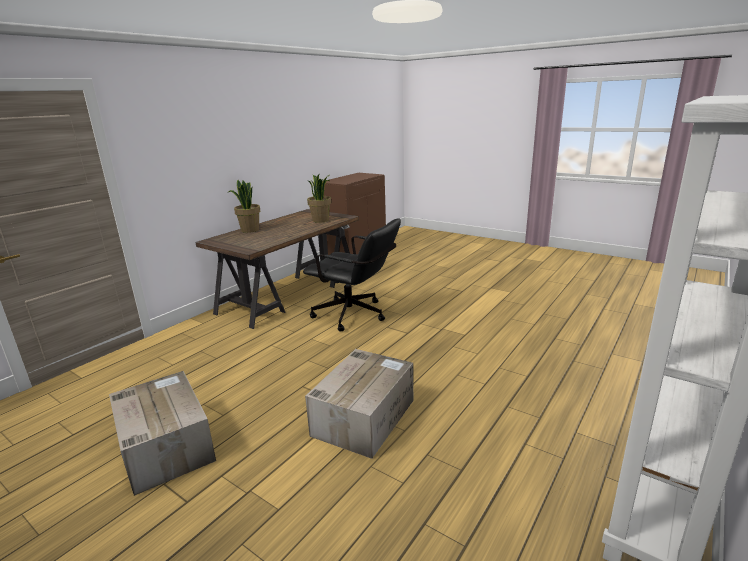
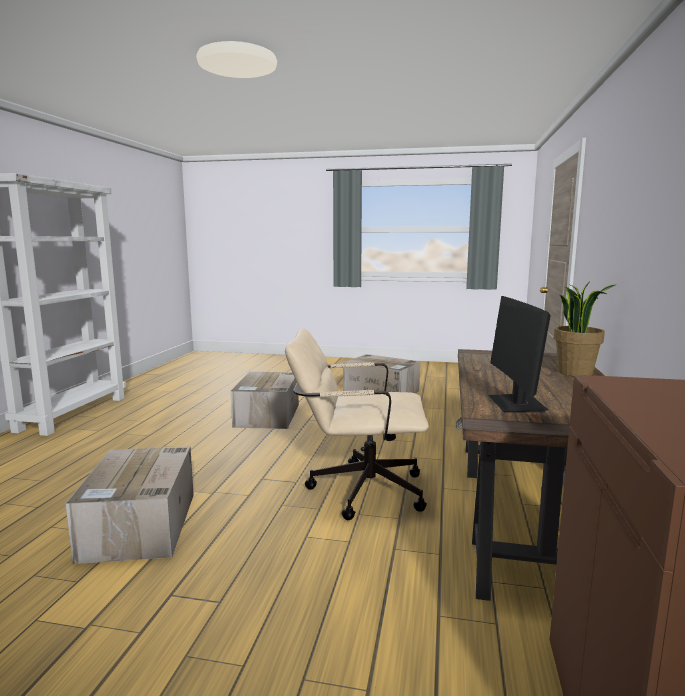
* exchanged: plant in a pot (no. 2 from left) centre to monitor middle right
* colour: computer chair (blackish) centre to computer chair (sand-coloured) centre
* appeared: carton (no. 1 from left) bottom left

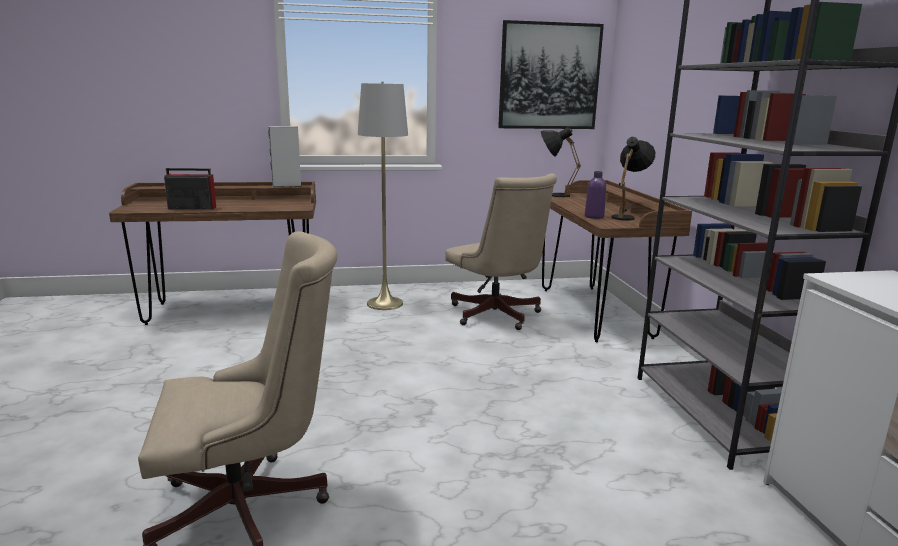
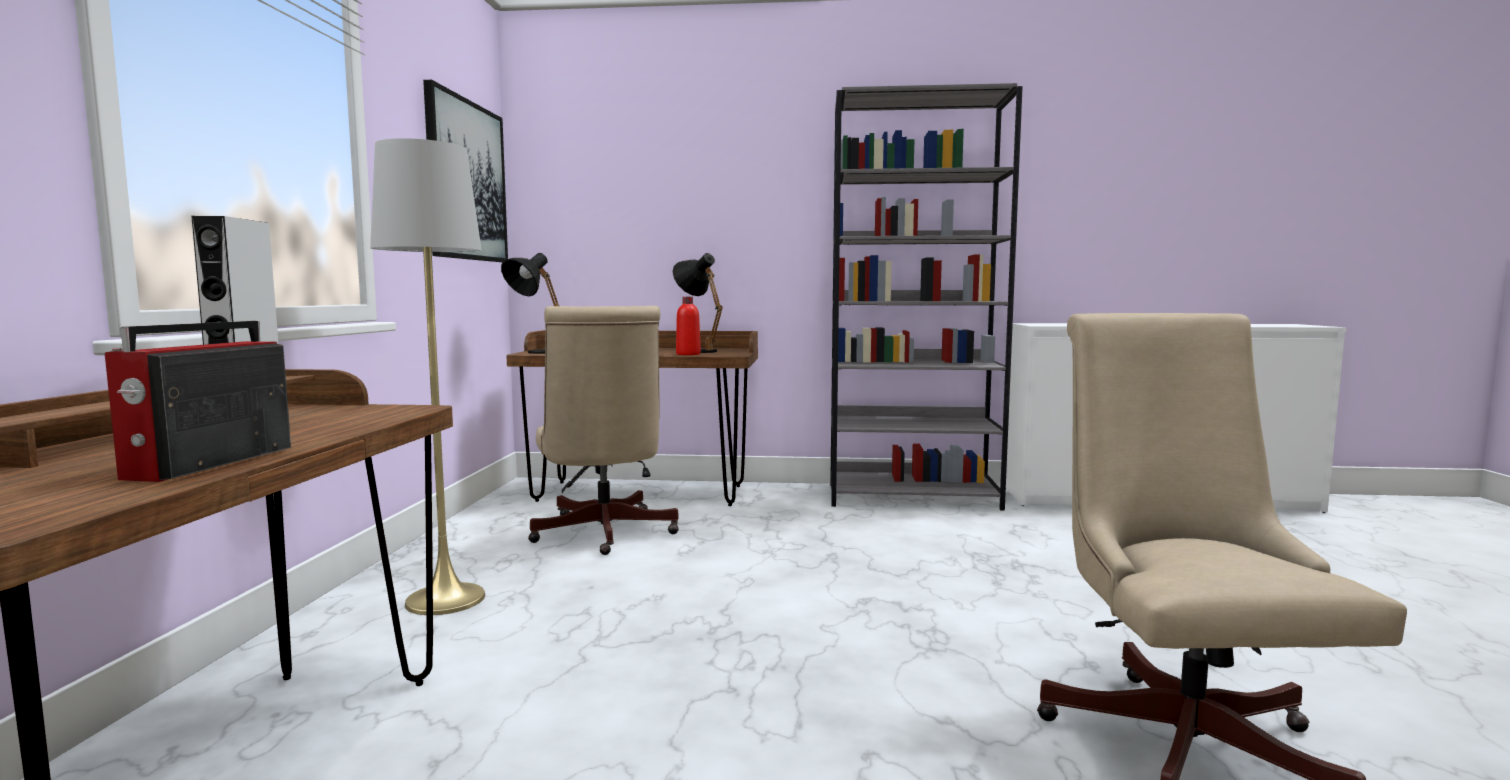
* colour: beverage bottle (purple) centre to beverage bottle (red-coloured) centre
* spun: computer chair (sand-coloured) (no. 2 from left in the first image) centre = centre 90 degrees clockwise

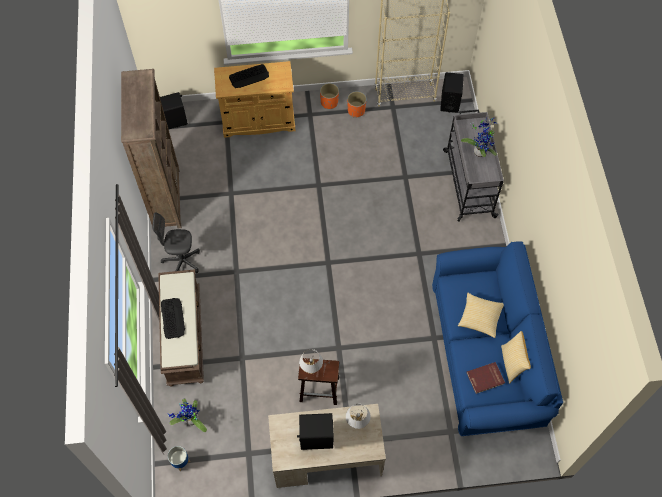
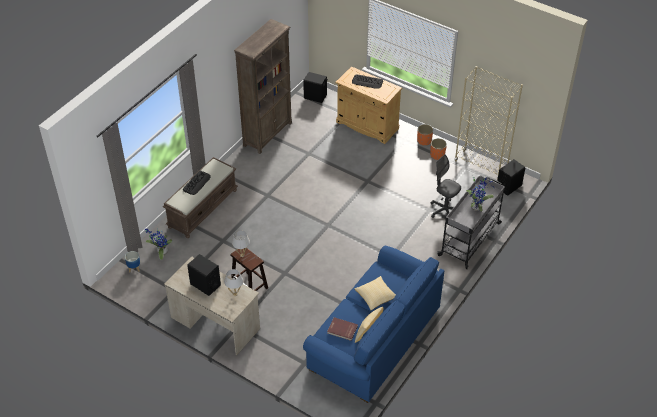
* relocated: computer chair (grey) middle left to middle right

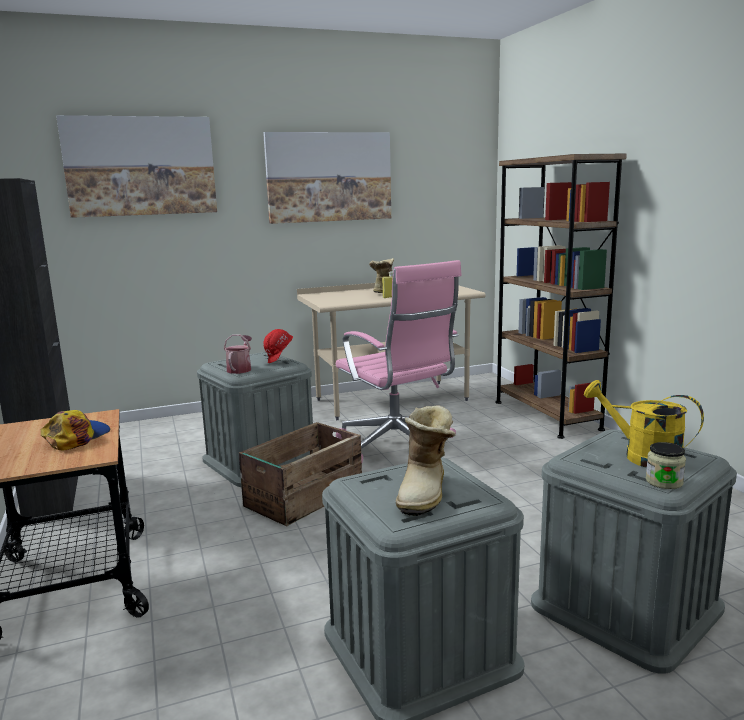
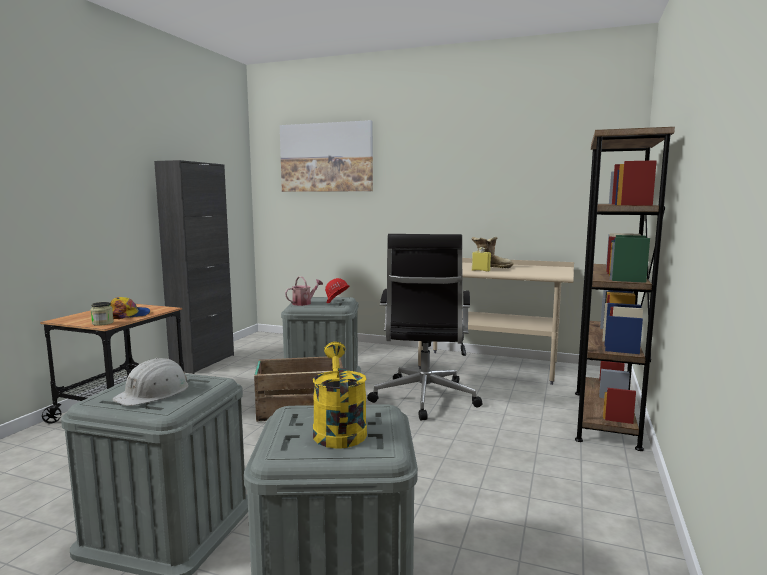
* missing: wall picture (no. 2 from left) top centre
* colour: computer chair (pink-coloured) centre to computer chair (blackish) centre
* exchanged: boot (no. 2 from left) centre to work helmet (whitish) middle left
* relocated: preserve jar middle right to middle left

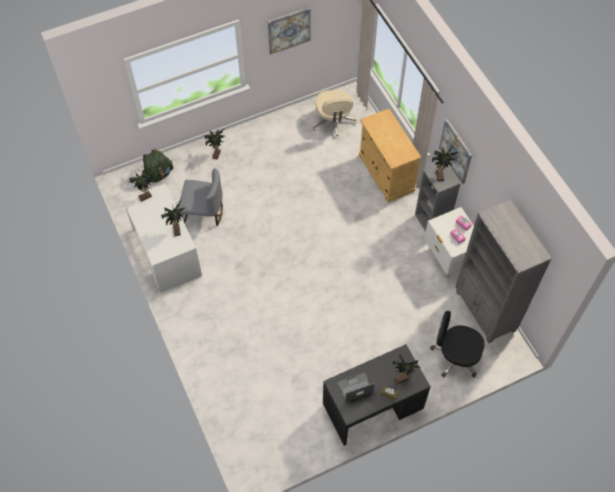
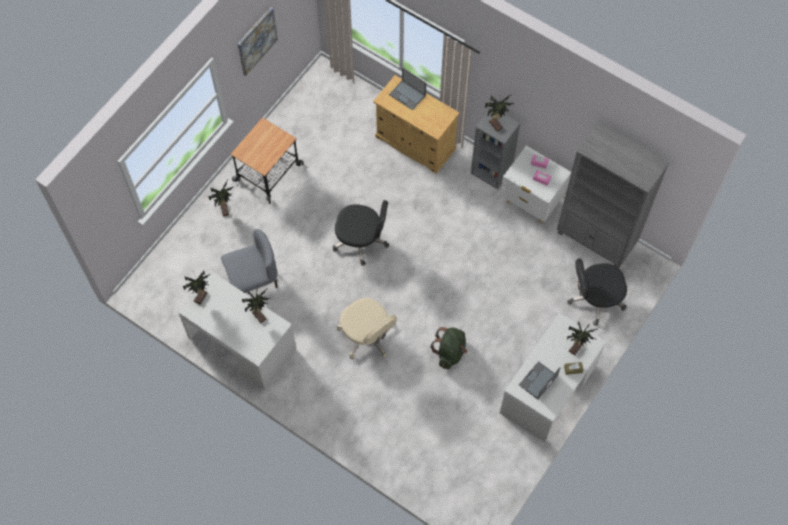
* relocated: computer chair (sand-coloured) top centre to centre
* missing: wall picture (no. 2 from left) top right
* relocated: knapsack (green-coloured) middle left to centre
* colour: desk table (blackish) bottom centre to desk table (whitish) (no. 2 from left) bottom right
* appeared: portable computer (no. 1 from left) top centre
* appeared: wheeled cart top centre
* appeared: computer chair (blackish) (no. 1 from left) centre

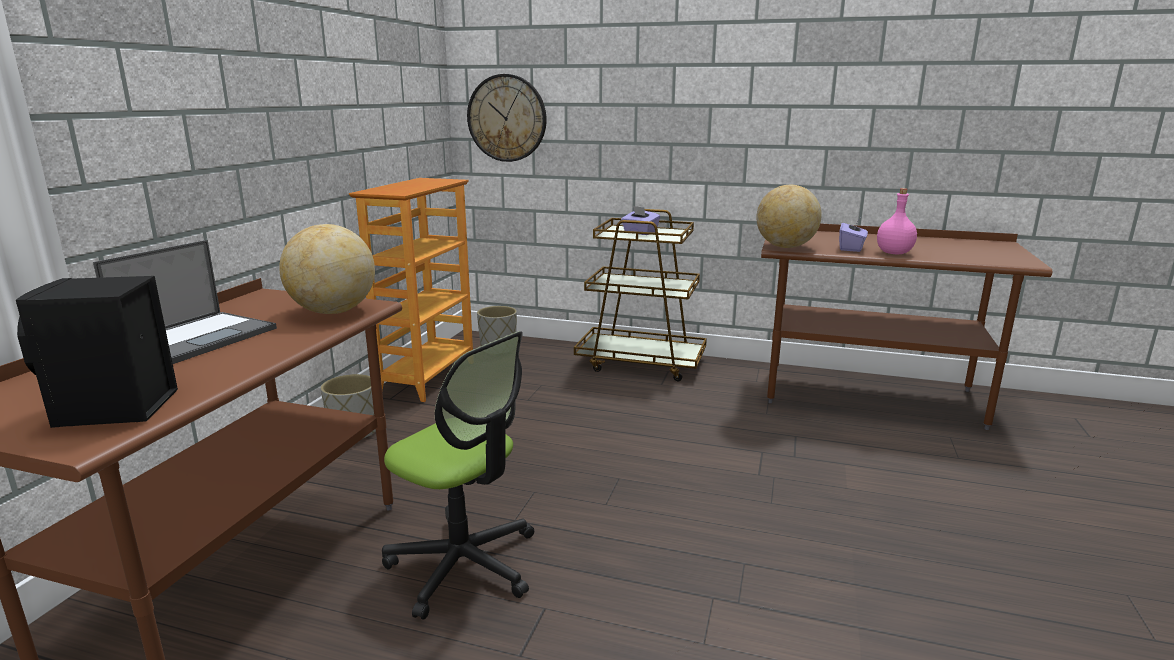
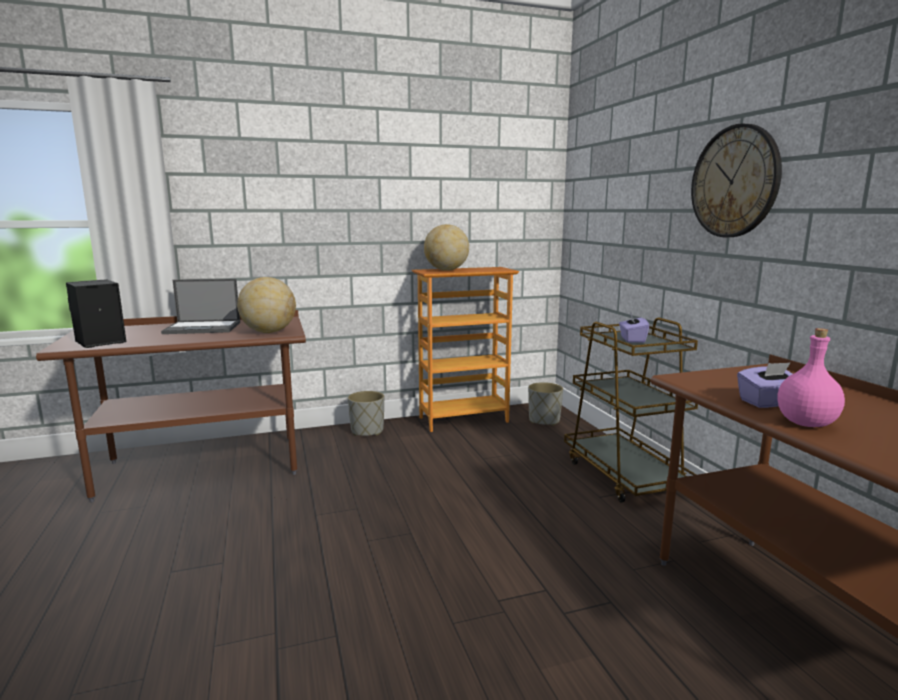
* relocated: clock on the wall top centre to top right
* relocated: world globe (no. 2 from left) top right to centre
* missing: computer chair bottom centre

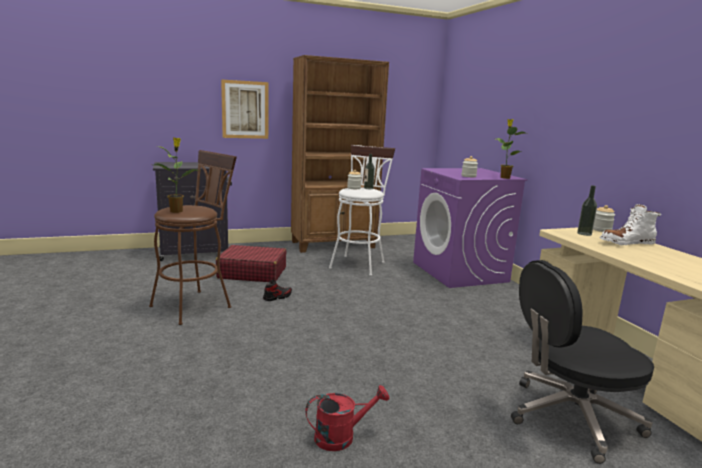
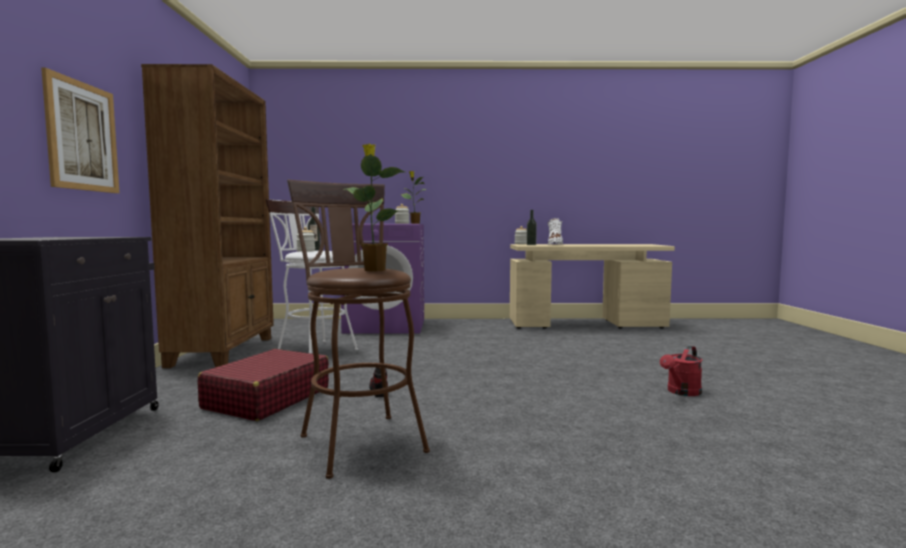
* missing: computer chair (blackish) bottom right
* spun: sprinkling can (red-coloured) bottom centre = bottom right 135 degrees counterclockwise

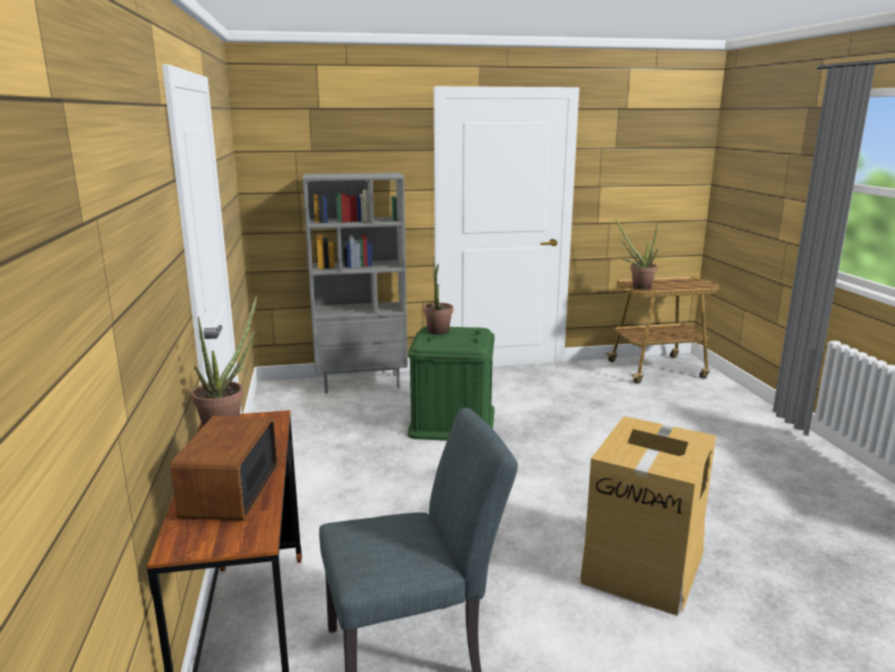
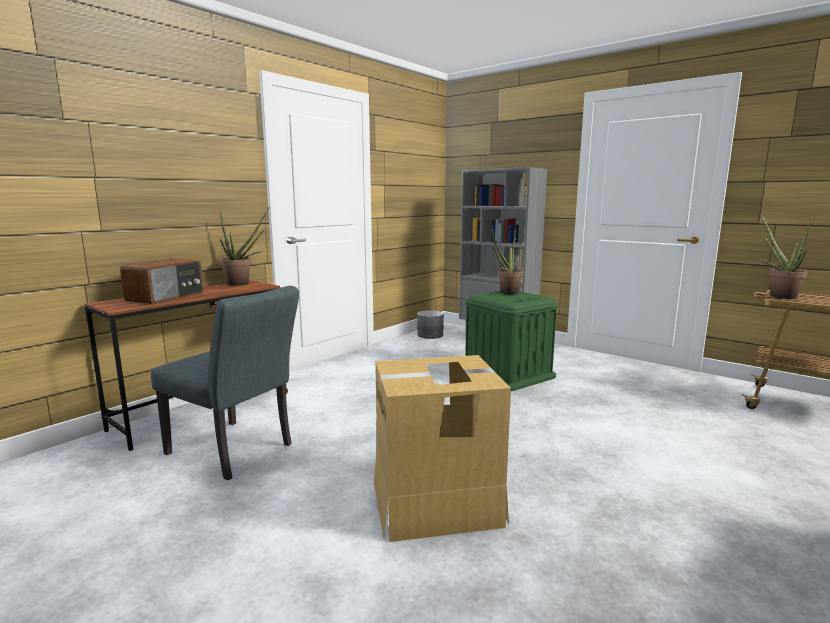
* spun: radio bottom left = middle left 150 degrees clockwise
* appeared: planter (grey) centre

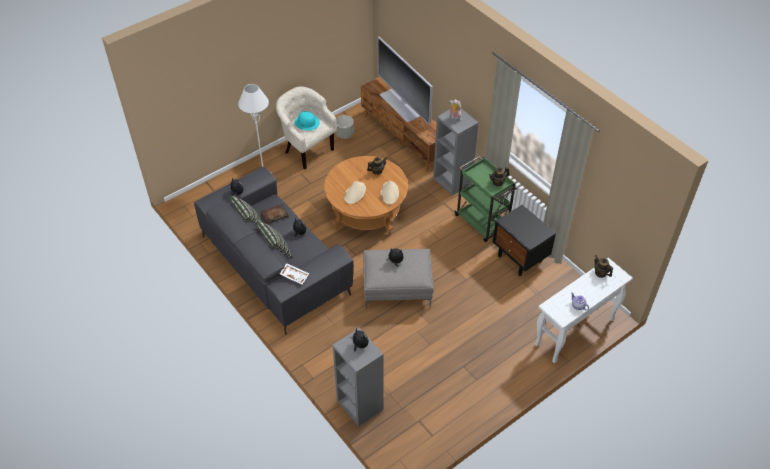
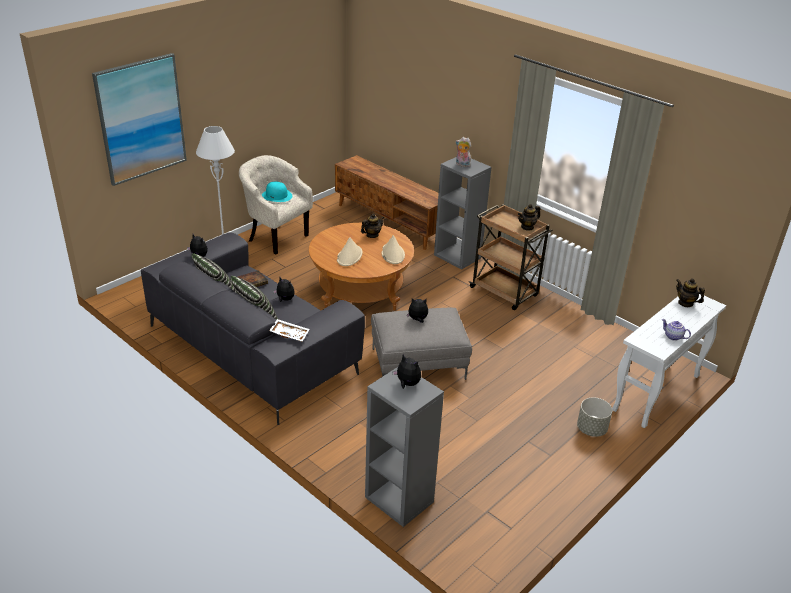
* missing: TV top centre
* relocated: planter (grey) top centre to bottom right
* colour: wheeled cart (green-coloured) centre to wheeled cart (brown) centre
* missing: nightstand (blackish) middle right
* appeared: wall picture top left

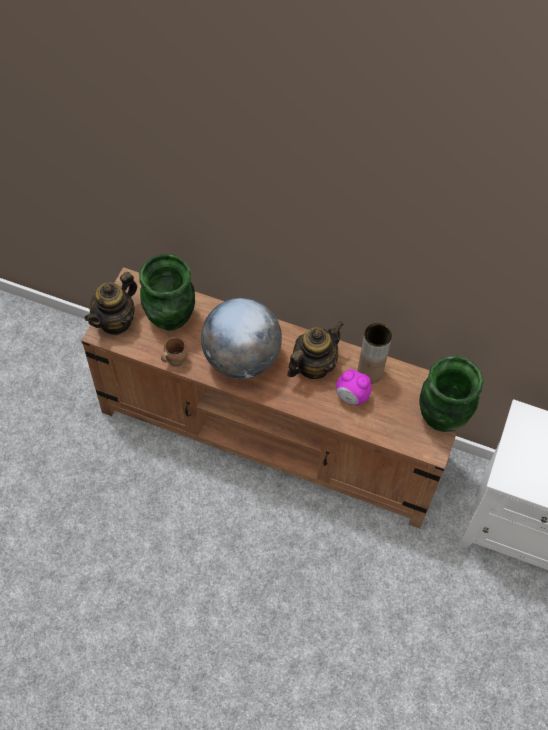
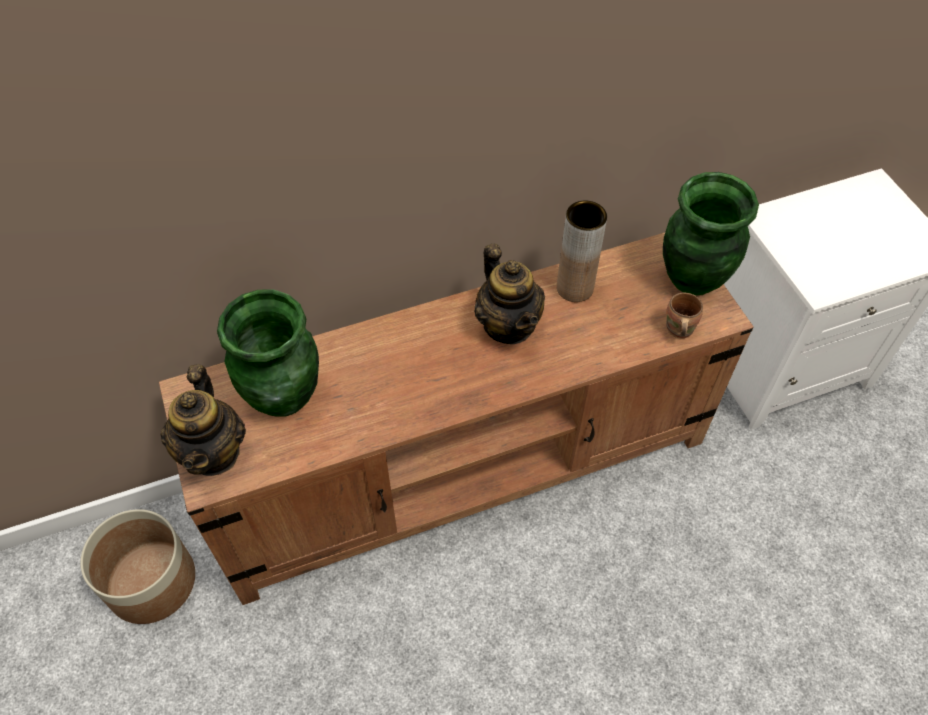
* missing: world globe centre
* spun: tea pot (no. 2 from left) centre = centre 150 degrees clockwise
* relocated: mug (brown) middle left to middle right
* missing: alarm clock centre
* appeared: planter bottom left

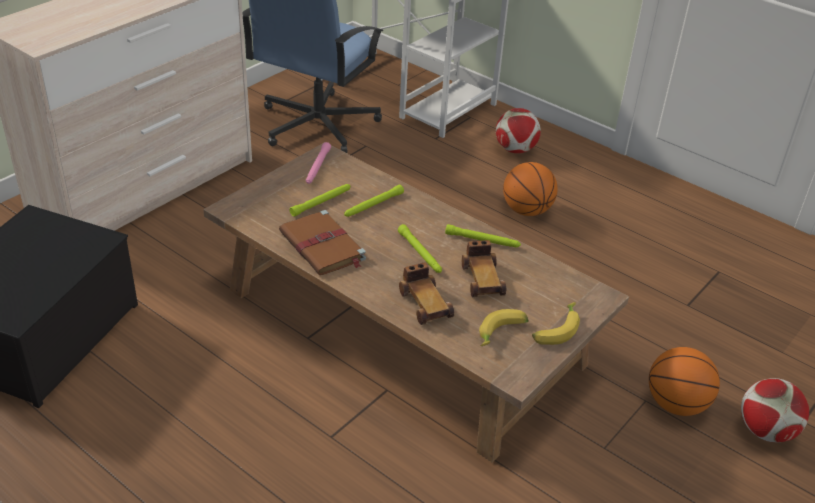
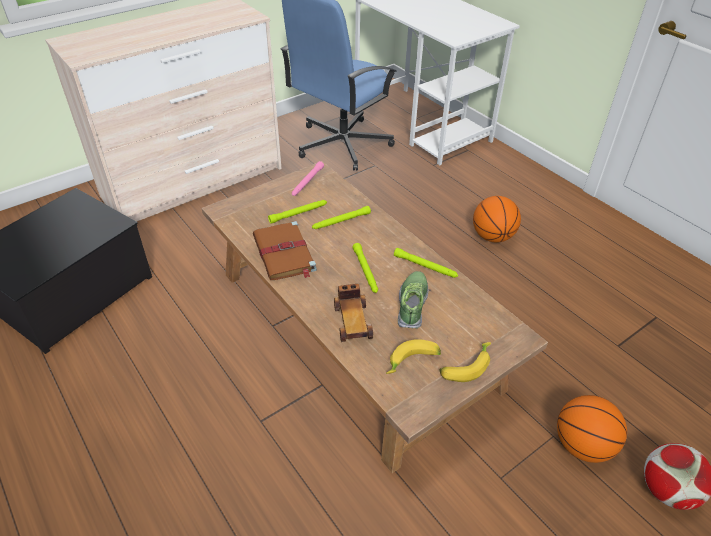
* missing: football (no. 1 from left) top centre
* exchanged: model car (no. 2 from left) centre to low shoe centre

